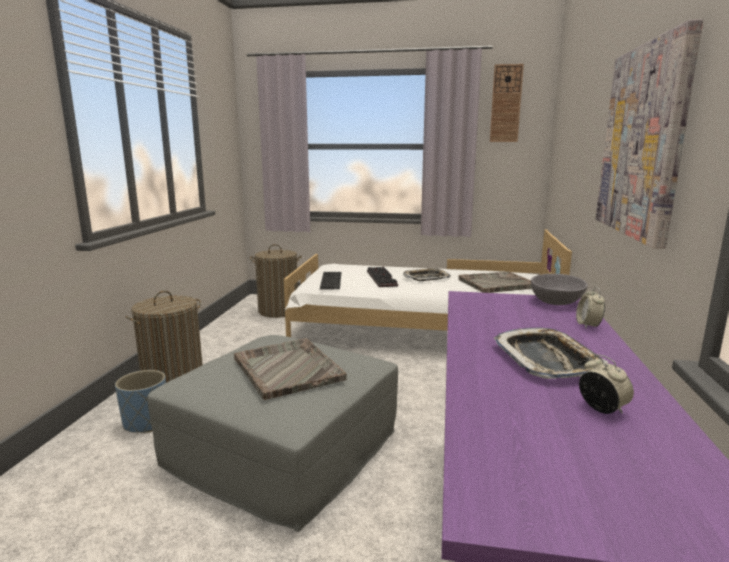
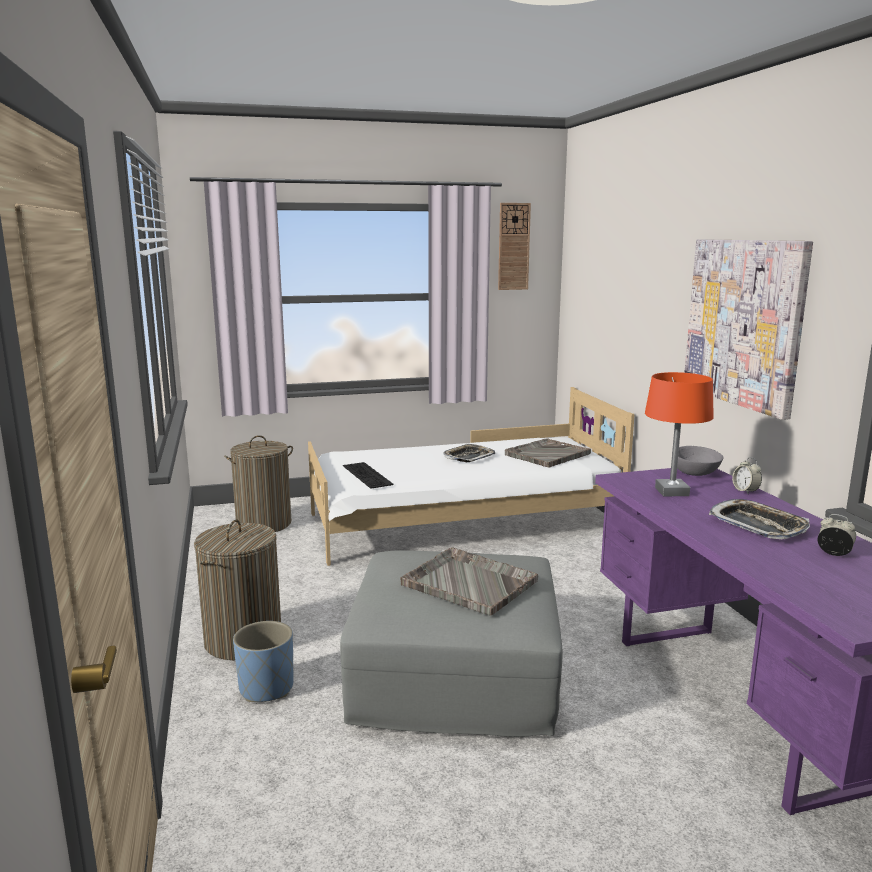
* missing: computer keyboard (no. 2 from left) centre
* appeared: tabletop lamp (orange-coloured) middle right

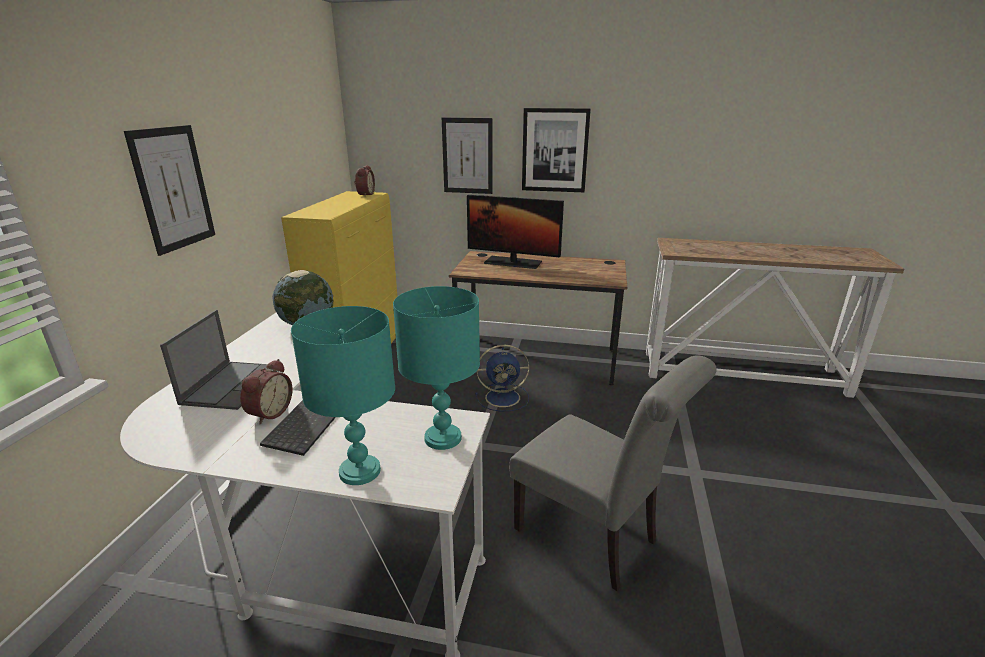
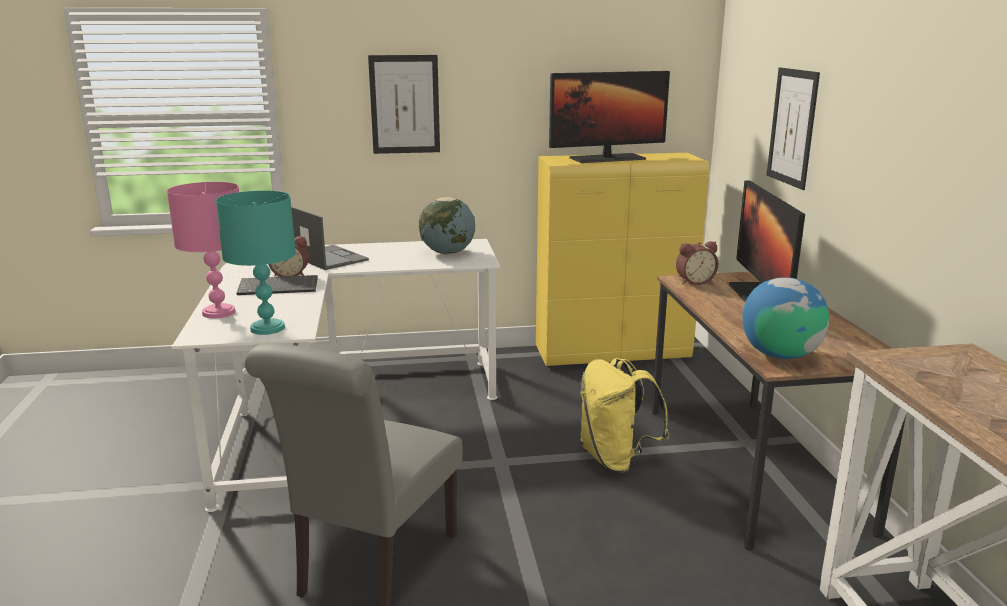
* missing: wall picture (no. 3 from left) top centre
* relocated: alarm clock (no. 2 from left) top centre to middle right
* colour: tabletop lamp (turquoise-coloured) (no. 1 from left) centre to tabletop lamp (pink-coloured) middle left
* spun: portable computer middle left = middle left 120 degrees counterclockwise
* exchanged: fan (bluish) centre to knapsack (yellow) bottom centre
* appeared: monitor (no. 1 from left) top centre
* appeared: world globe (no. 2 from left) middle right

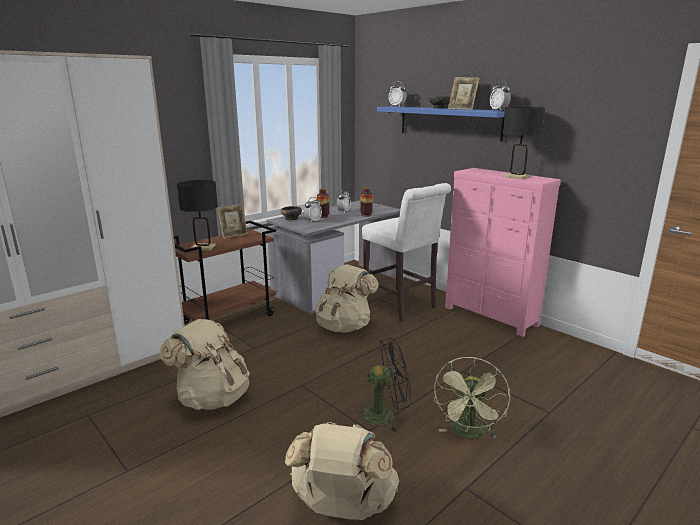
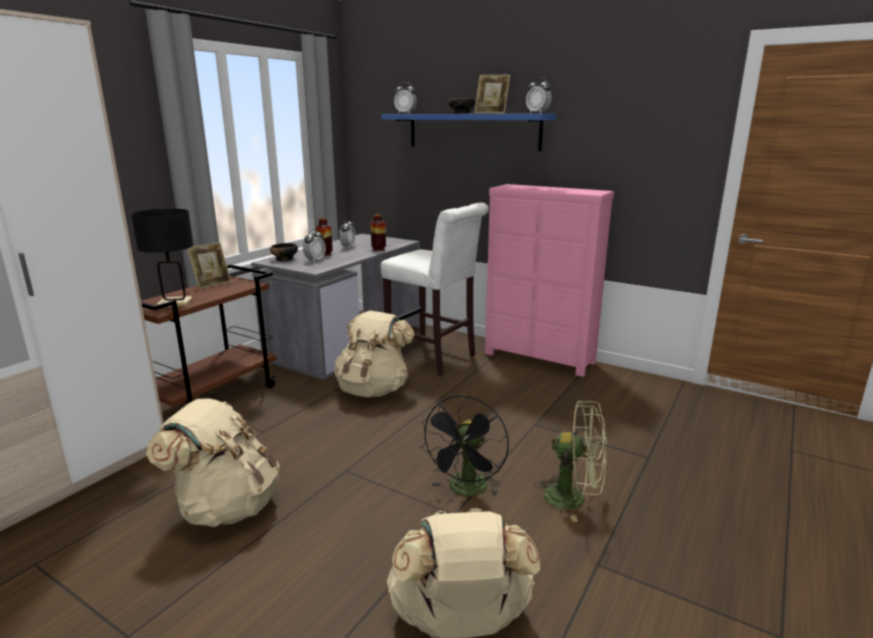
* missing: tabletop lamp (blackish) (no. 2 from left) top right
* spun: fan (blackish) bottom centre = bottom centre 135 degrees clockwise
* spun: fan (green-coloured) bottom right = bottom centre 75 degrees counterclockwise

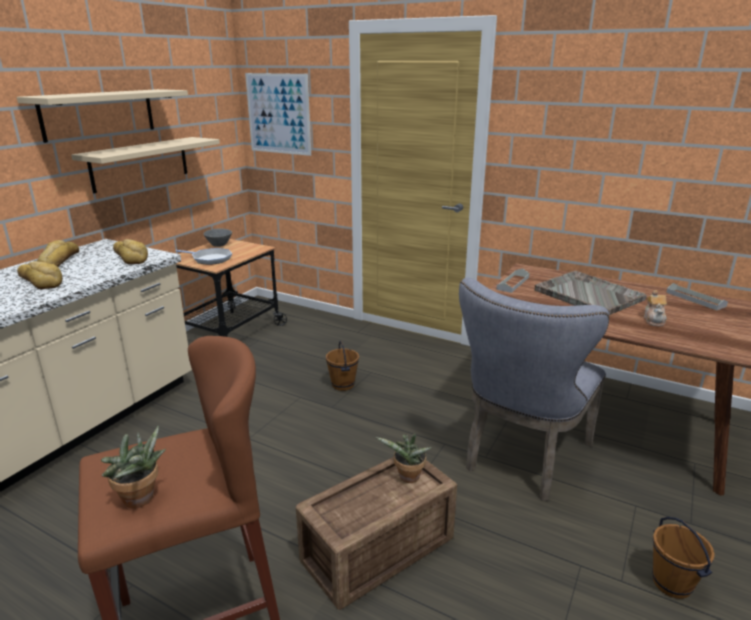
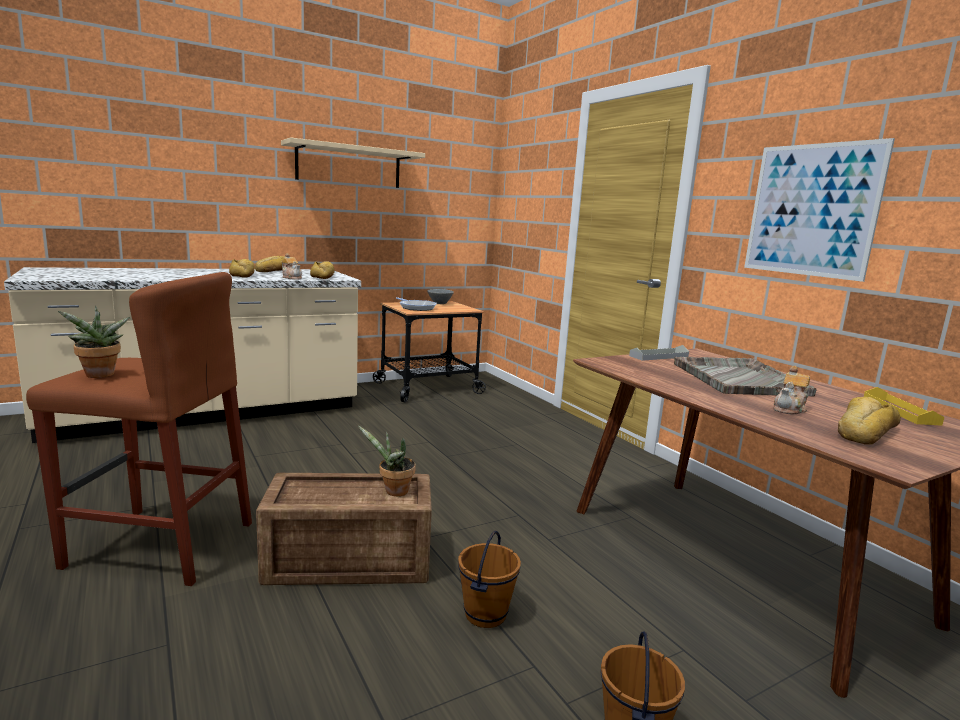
* relocated: wall picture top centre to top right
* missing: bracket shelf (sand-coloured) (no. 2 from left) top left
* missing: chair (grey) middle right
* colour: serving tray (grey) (no. 3 from left) middle right to serving tray (yellow) middle right
* relocated: water bucket (brown) (no. 1 from left) centre to bottom centre
* appeared: tea pot (no. 1 from left) middle left
* appeared: bread (no. 4 from left) middle right

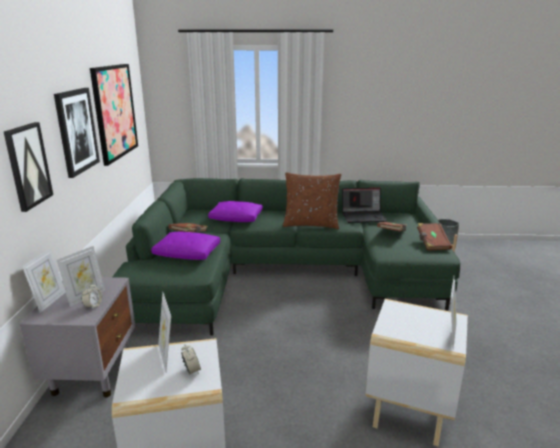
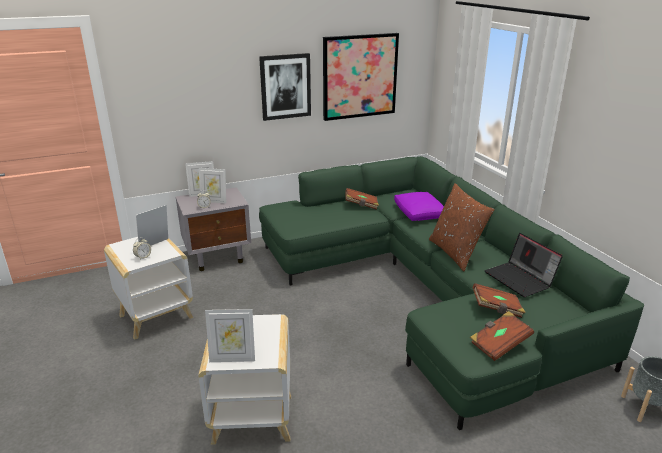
* missing: wall picture (no. 1 from left) middle left
* missing: pillow (purple) (no. 1 from left) middle left

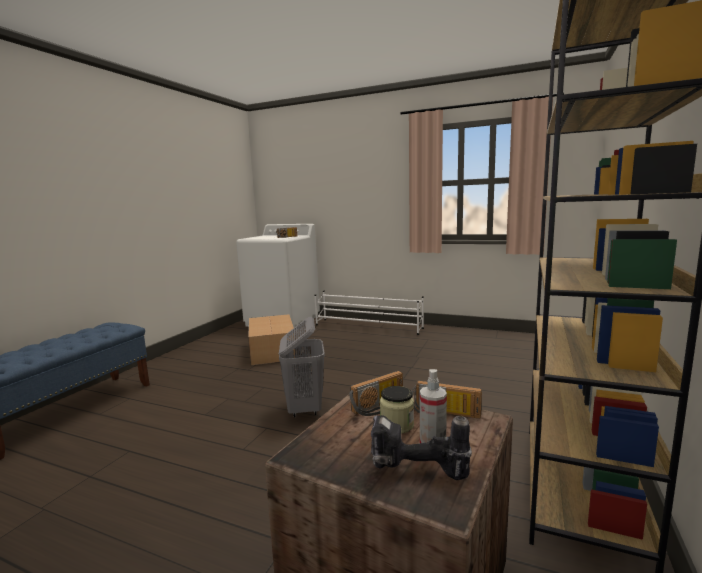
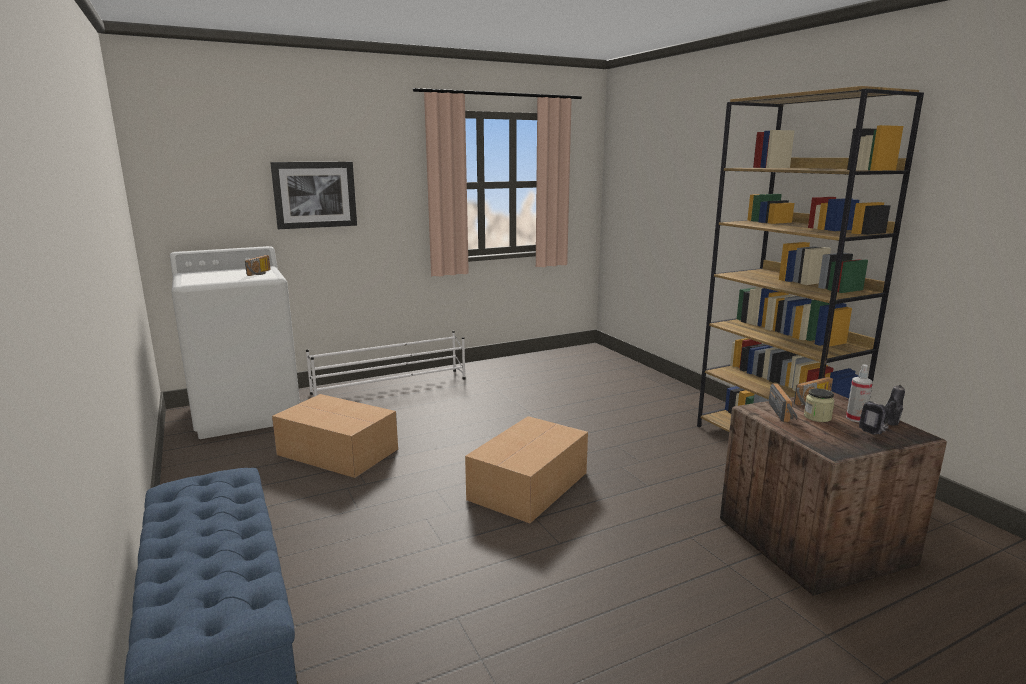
* exchanged: washing basket (grey) centre to carton (no. 2 from left) bottom centre
* appeared: wall picture top left

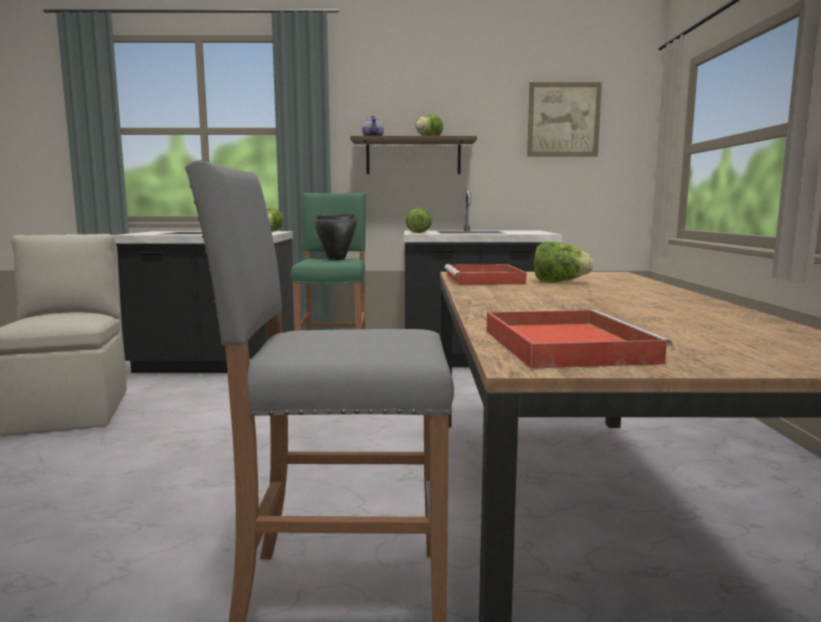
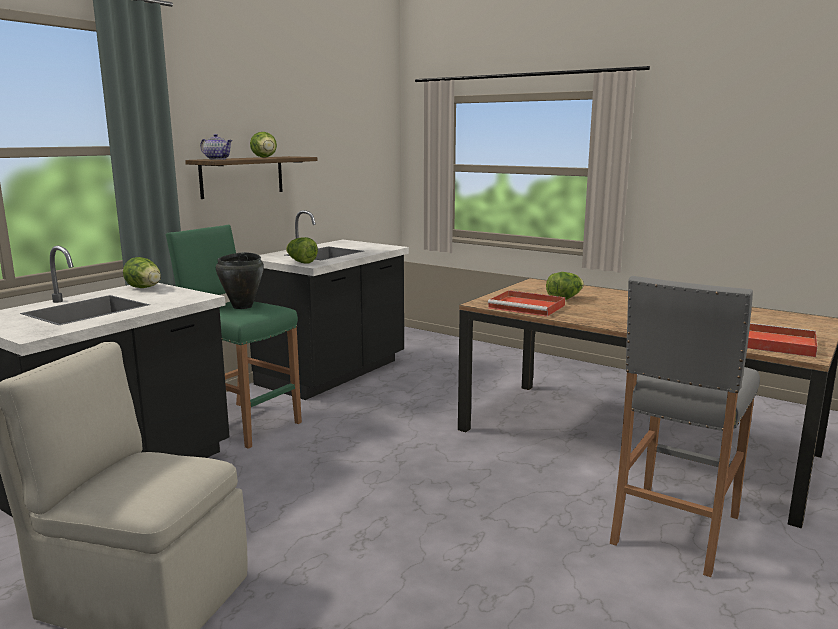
* missing: wall picture top right

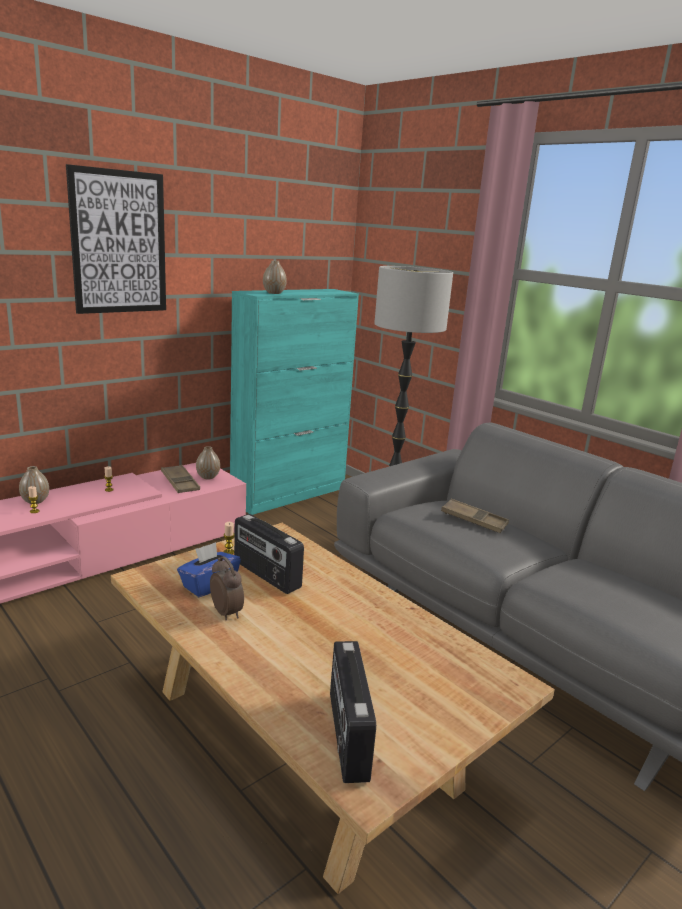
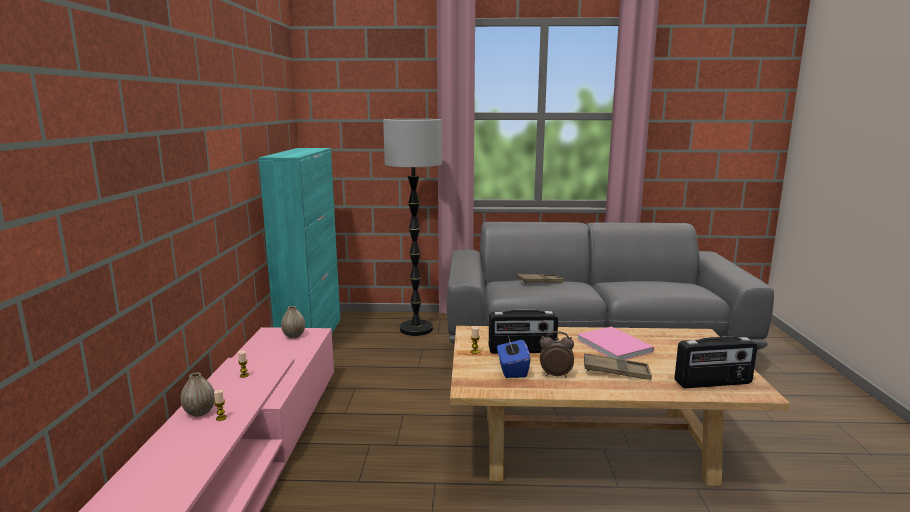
* missing: wall picture top left
* missing: flower vase (no. 3 from left) top centre
* relocated: serving tray (brown) (no. 1 from left in the first image) middle left to serving tray (brown) (no. 2 from left) bottom right
* spun: radio (no. 2 from left) bottom centre = bottom right 45 degrees counterclockwise
* appeared: volume (pink-coloured) bottom right

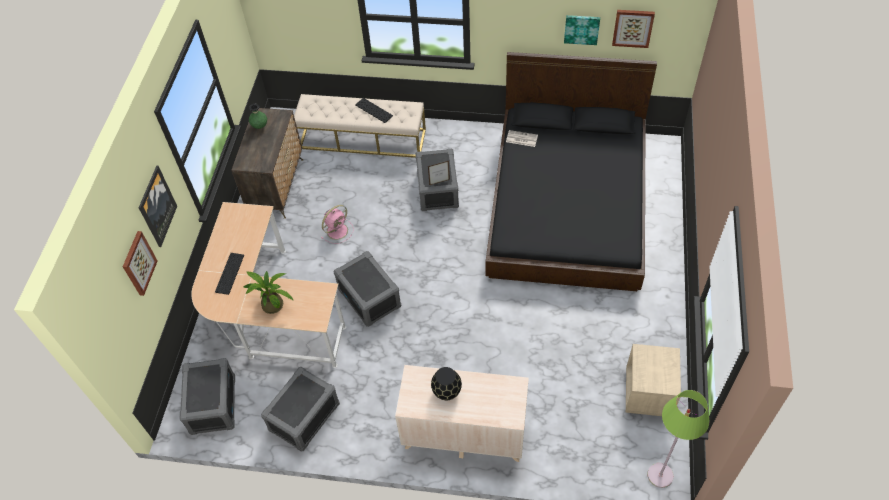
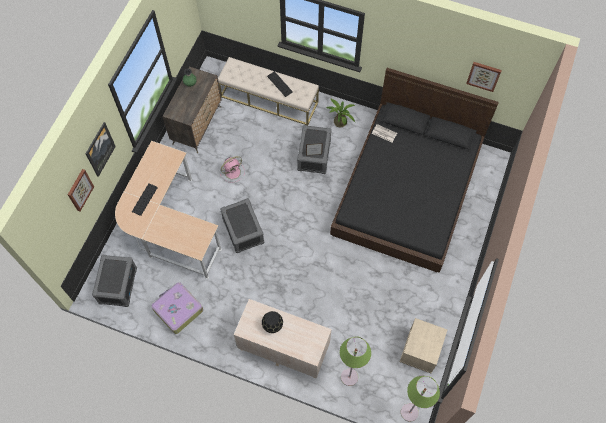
* missing: wall picture (no. 3 from left) top centre
* relocated: plant in a pot middle left to top centre
* exchanged: storage container (grey) (no. 2 from left) bottom centre to suitcase bottom left
* appeared: standard lamp (green-coloured) (no. 1 from left) bottom centre

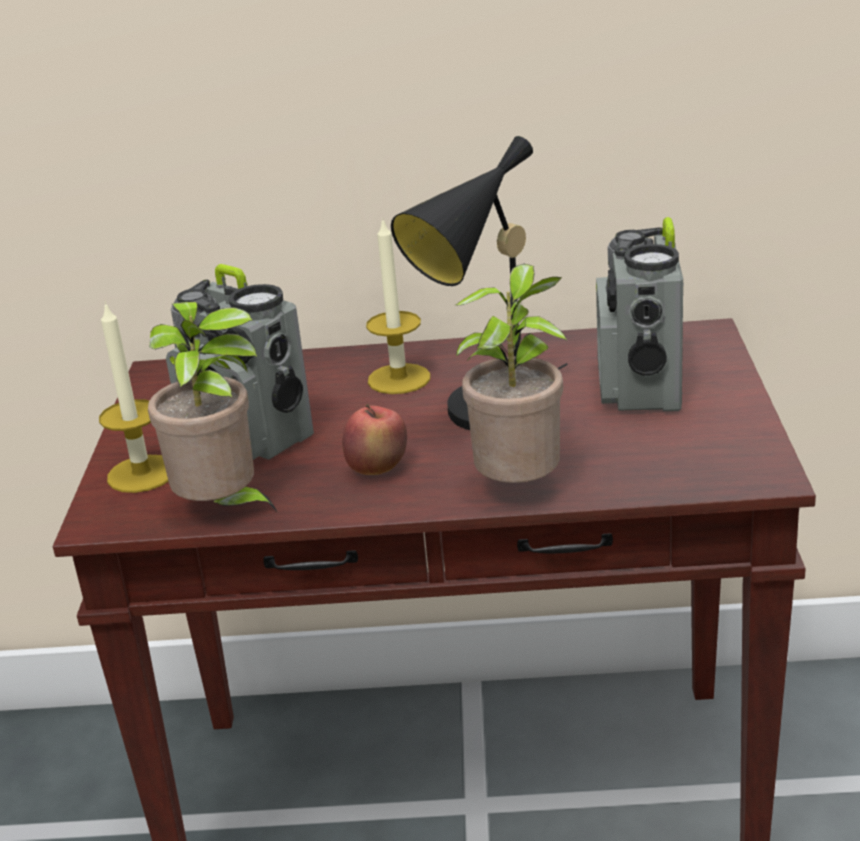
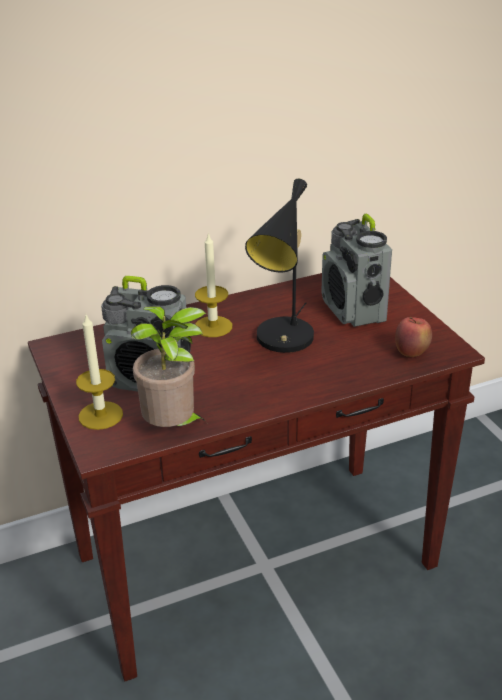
* missing: plant in a pot (no. 2 from left) centre
* relocated: apple fruit centre to middle right

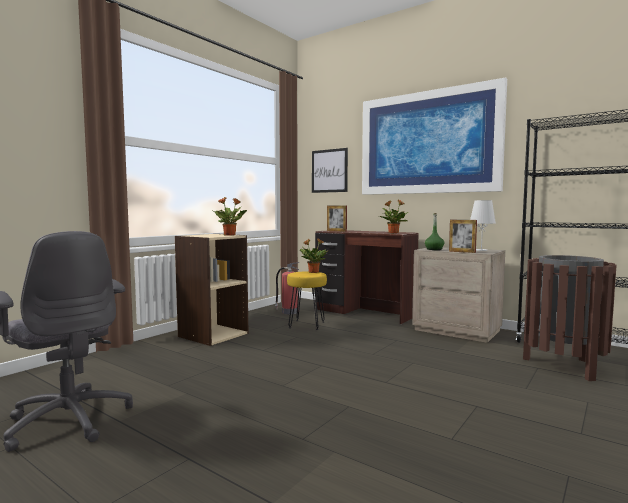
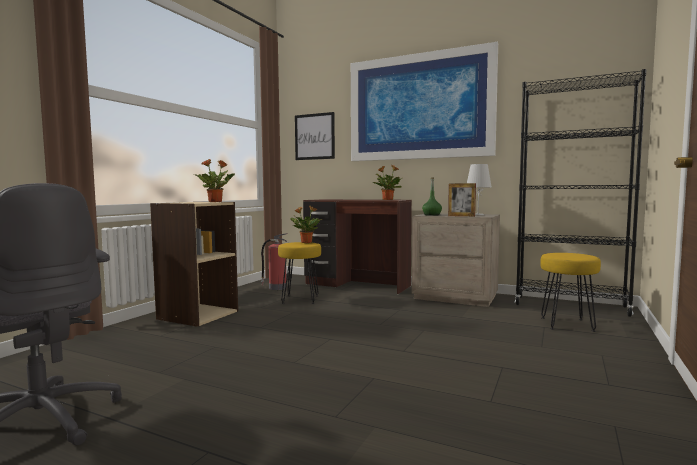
* missing: photo frame (no. 1 from left) centre
* exchanged: rubbish bin (brown) middle right to stool (yellow) (no. 2 from left) middle right

